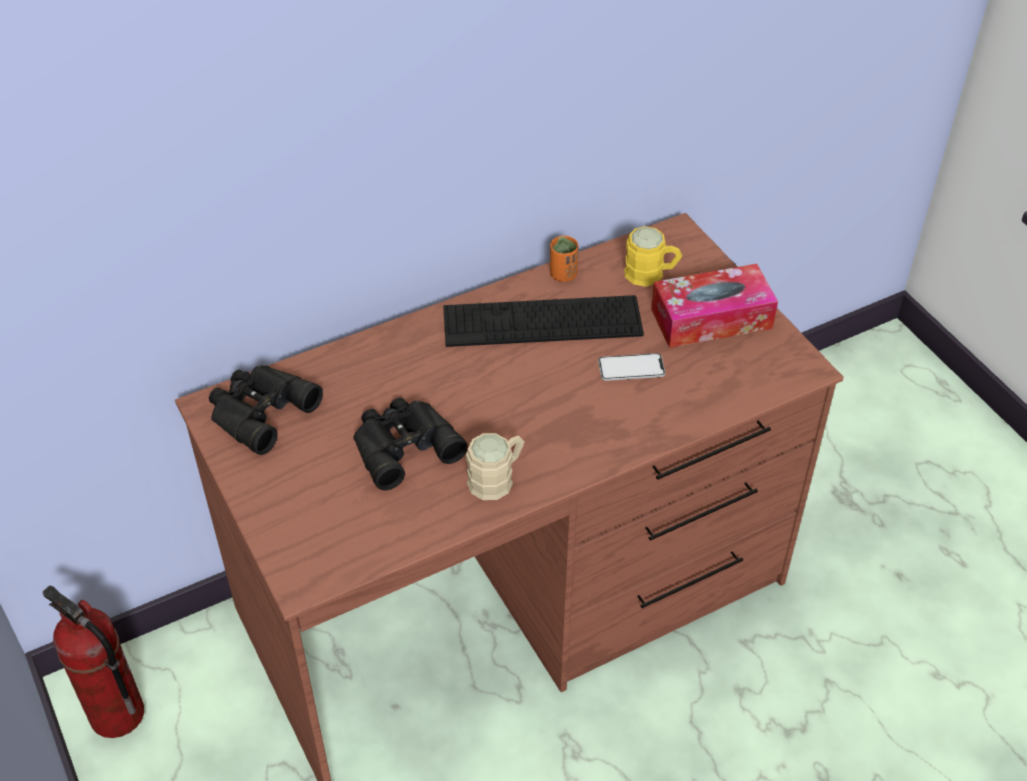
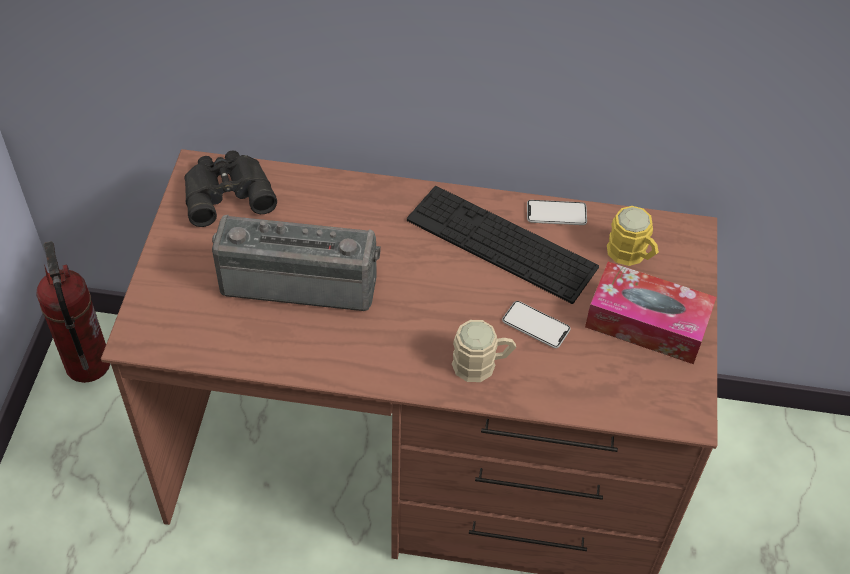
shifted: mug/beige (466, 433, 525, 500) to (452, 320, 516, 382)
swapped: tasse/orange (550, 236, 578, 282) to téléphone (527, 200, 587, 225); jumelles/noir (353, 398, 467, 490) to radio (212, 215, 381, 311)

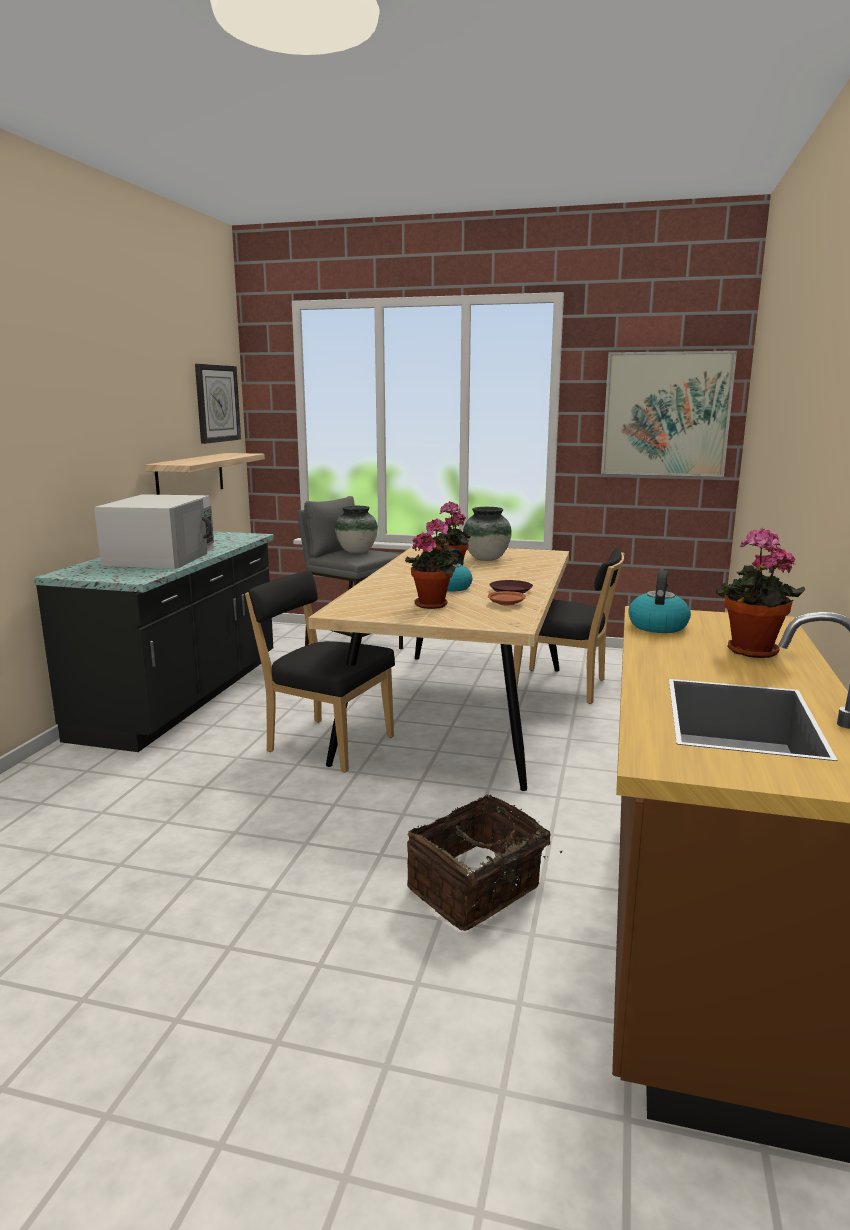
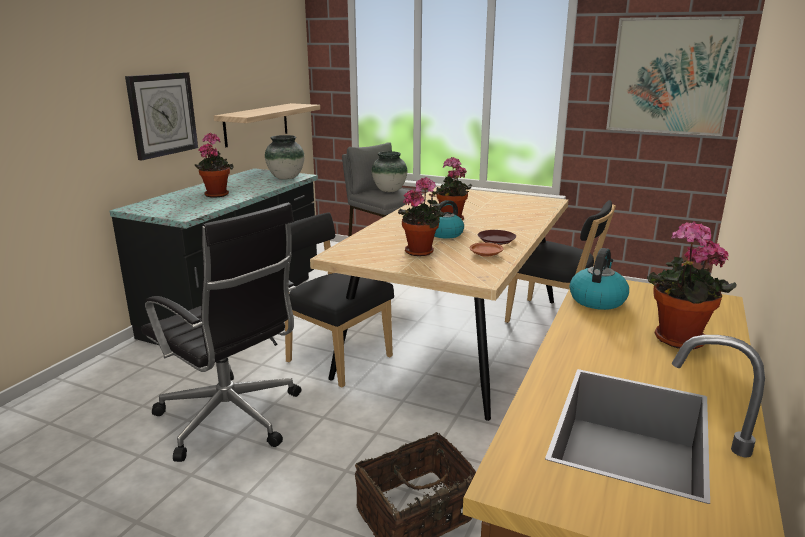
new: chaise de bureau/noir (141, 202, 301, 462)
shifted: horloge murale (195, 364, 241, 444) to (125, 72, 198, 160); vase (463, 507, 512, 561) to (265, 135, 305, 180)
swapped: micro-ondes/blanc (94, 494, 214, 568) to plante en pot (195, 133, 234, 198)

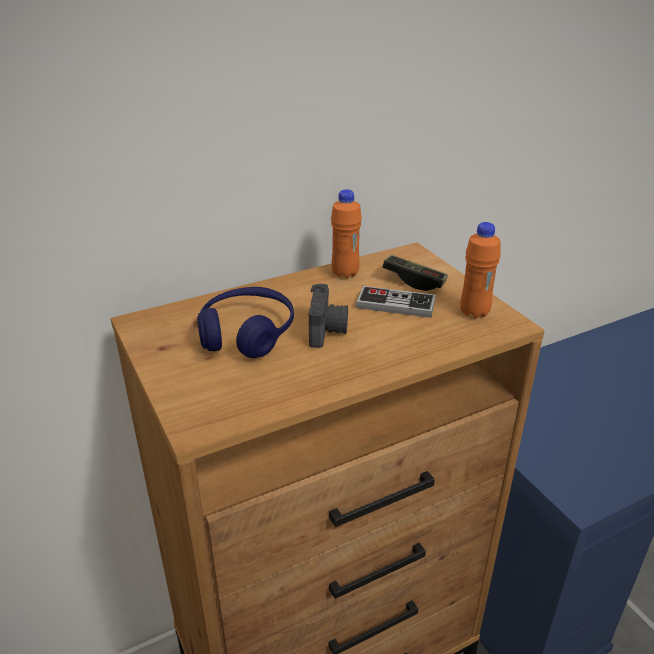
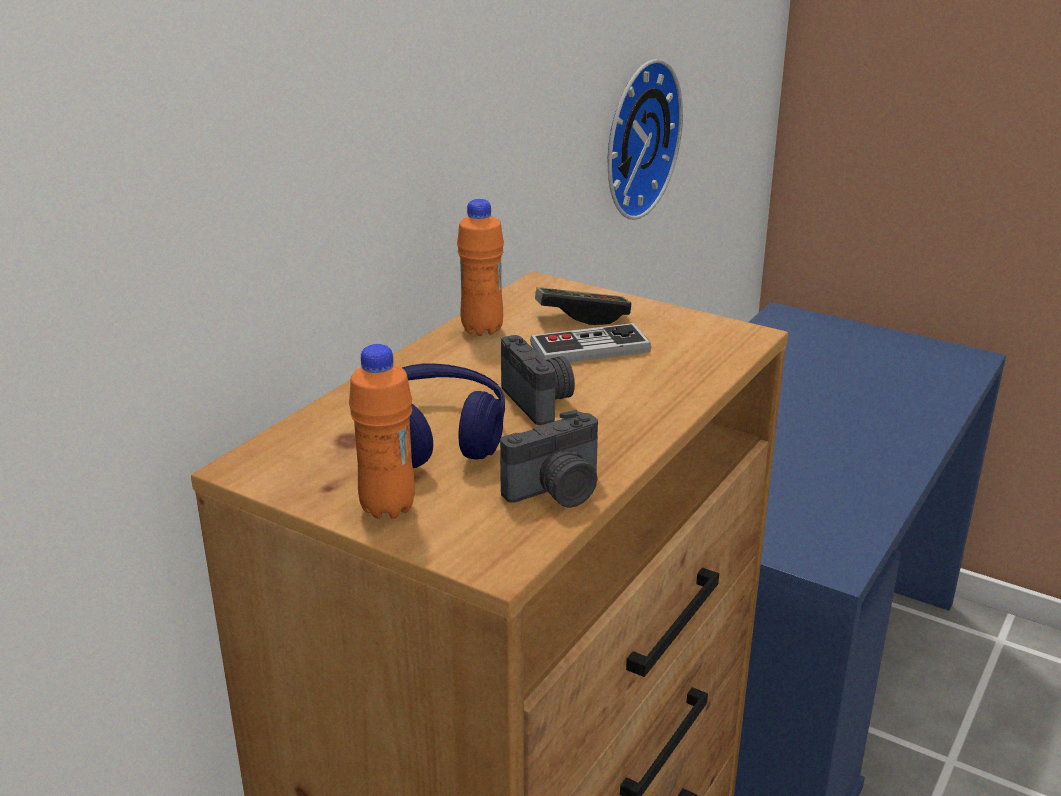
new: horloge murale (607, 59, 683, 220); appareil photo (500, 410, 598, 508)
shifted: bouteille/orange (460, 222, 501, 319) to (349, 344, 415, 519)

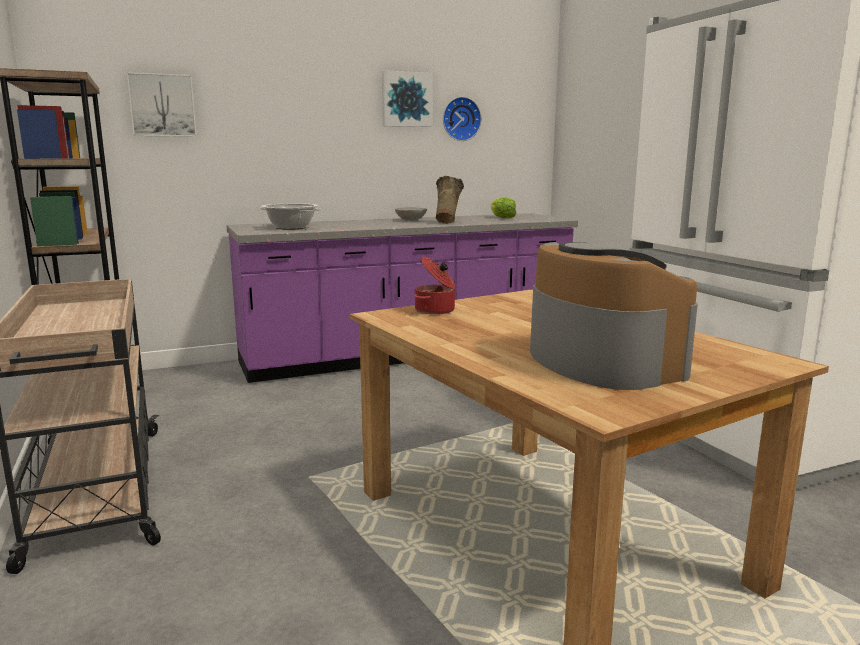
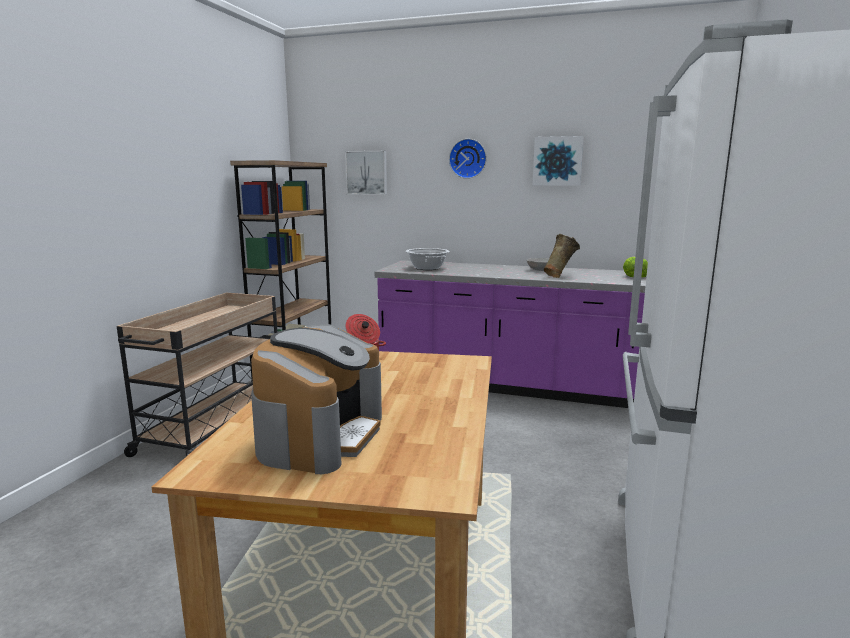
shifted: horloge murale (443, 97, 482, 141) to (449, 139, 487, 179)

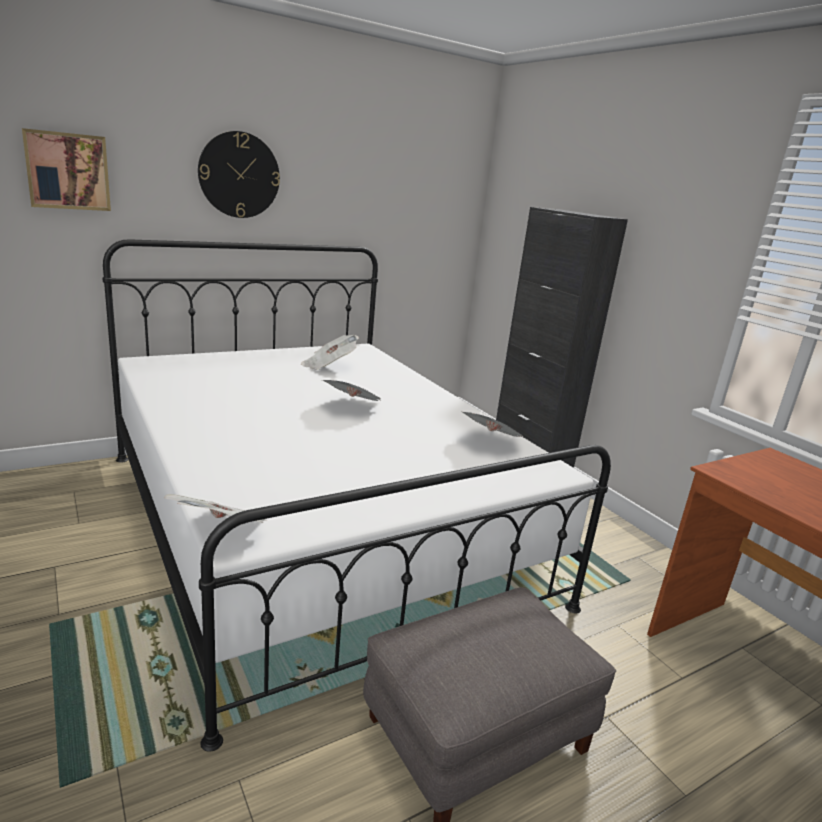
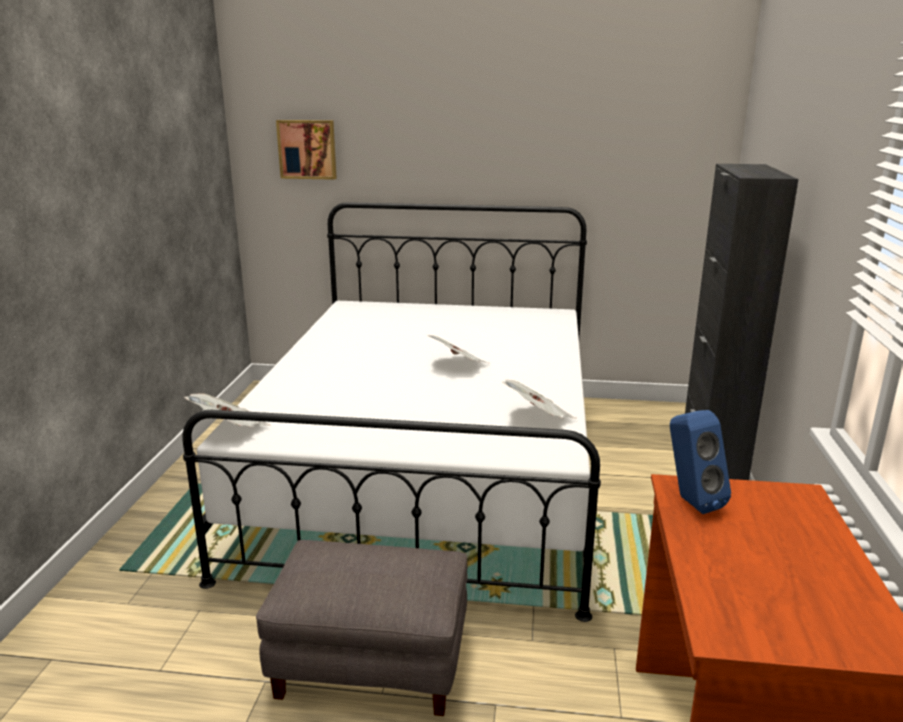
gone: horloge murale (198, 131, 280, 218); journal (301, 335, 359, 370)
new: enceinte/bleu (670, 410, 731, 514)

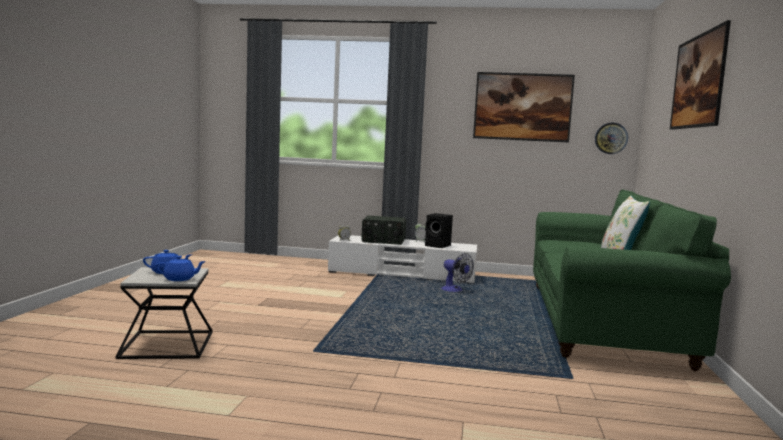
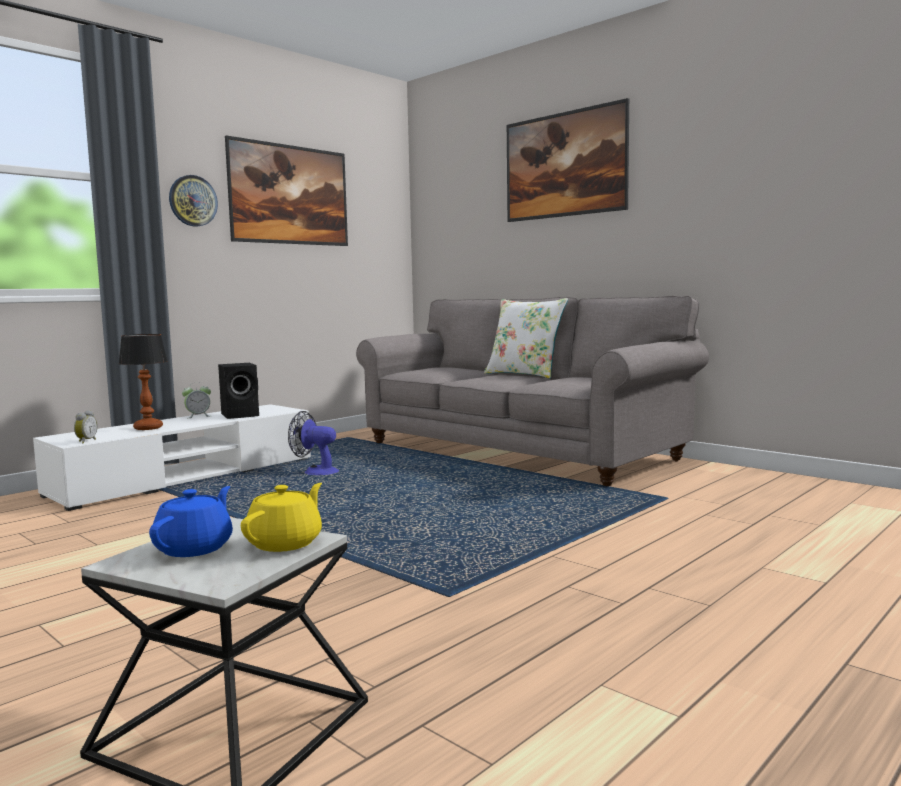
shifted: horloge murale (595, 123, 628, 154) to (169, 175, 218, 227)
swapped: radio (361, 216, 406, 245) to lampe de table (119, 334, 168, 430)
repainted: canapé/vert (533, 189, 731, 371) to canapé/gris (356, 296, 709, 486); théière/bleu (156, 256, 206, 281) to théière/jaune (241, 483, 322, 552)
rotated: ventilateur (441, 253, 474, 292) = (288, 411, 339, 475) 150 degrees counterclockwise

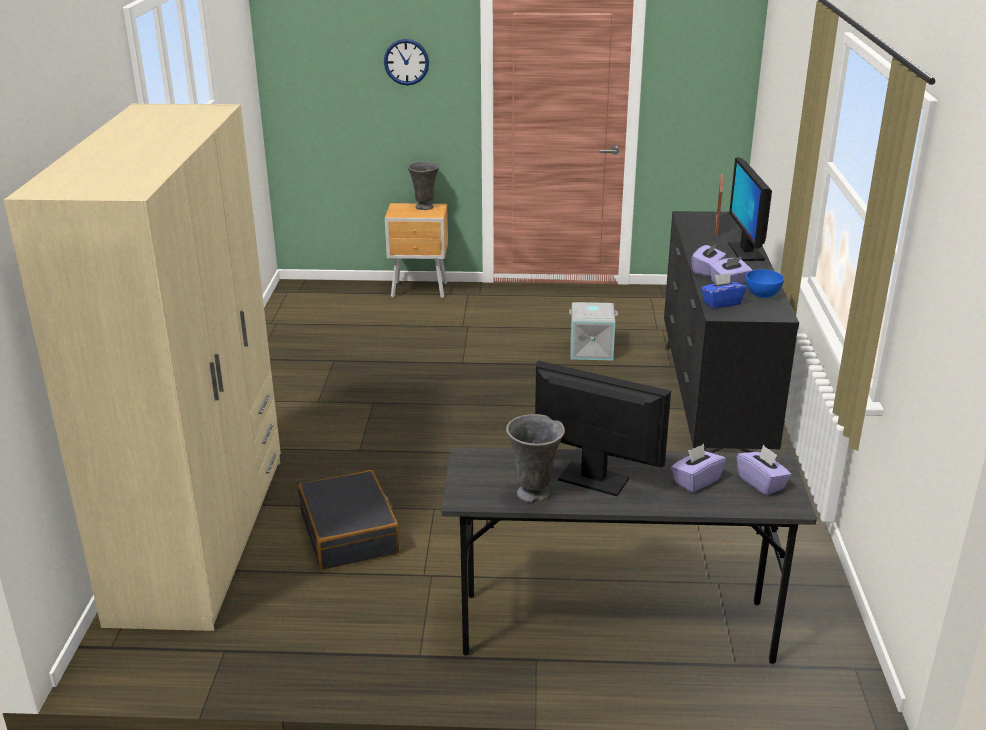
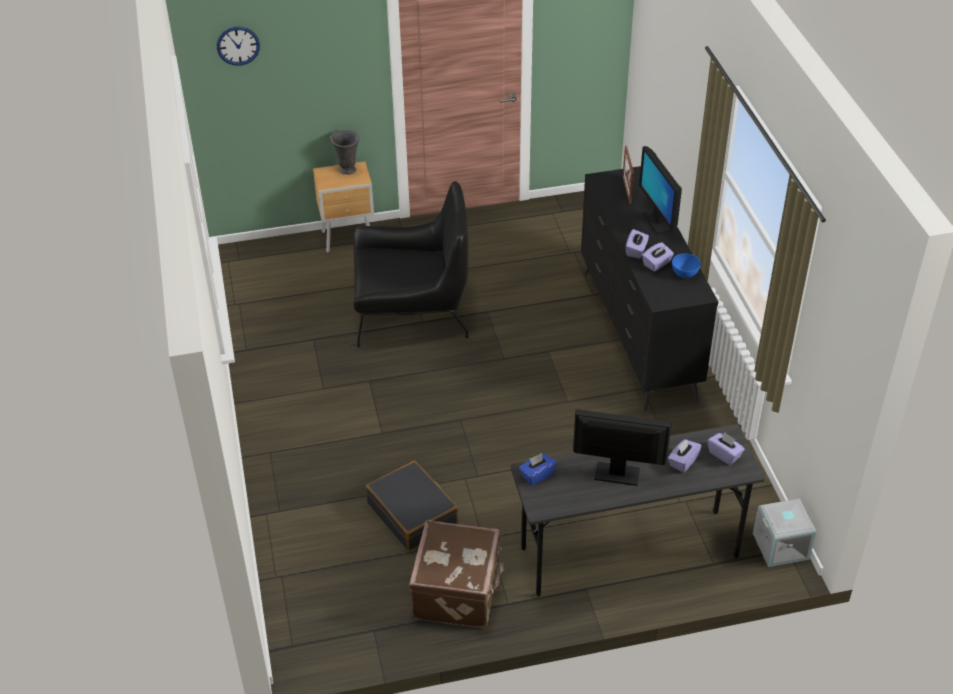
gone: armoire/beige (3, 104, 281, 631); vase/gris (506, 414, 565, 503)
new: fauteuil/noir (353, 181, 469, 347); valise/marron (409, 520, 504, 628)
shifted: horloge murale (384, 39, 429, 85) to (217, 27, 260, 66); boîte à mouchoirs/bleu (701, 273, 746, 309) to (519, 453, 557, 485); boîte de rangement/gris (569, 302, 618, 360) to (753, 498, 816, 567)

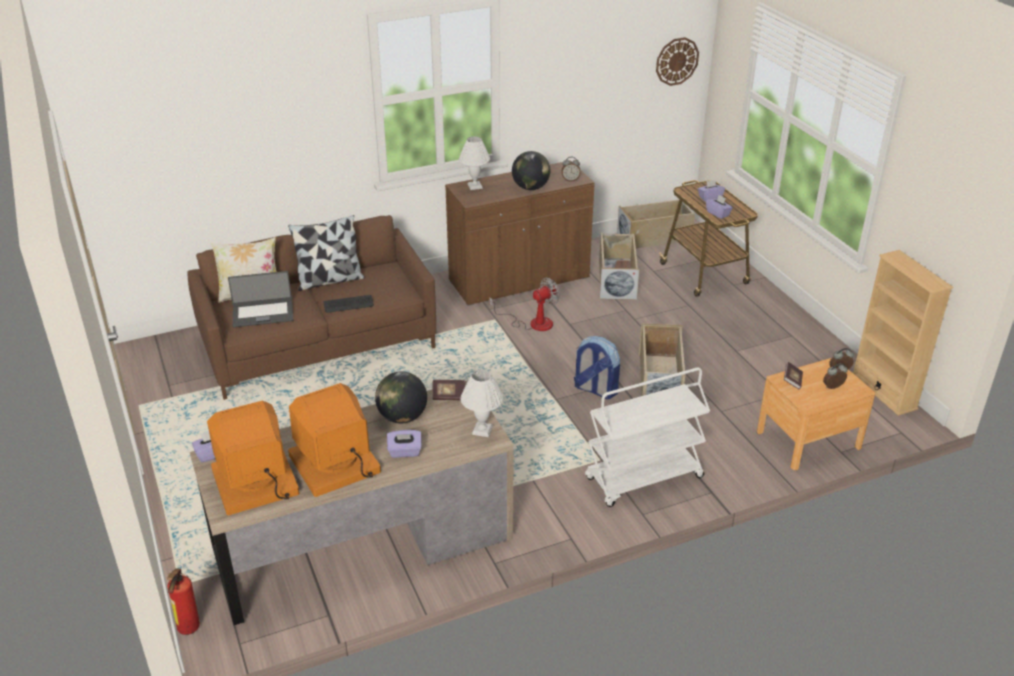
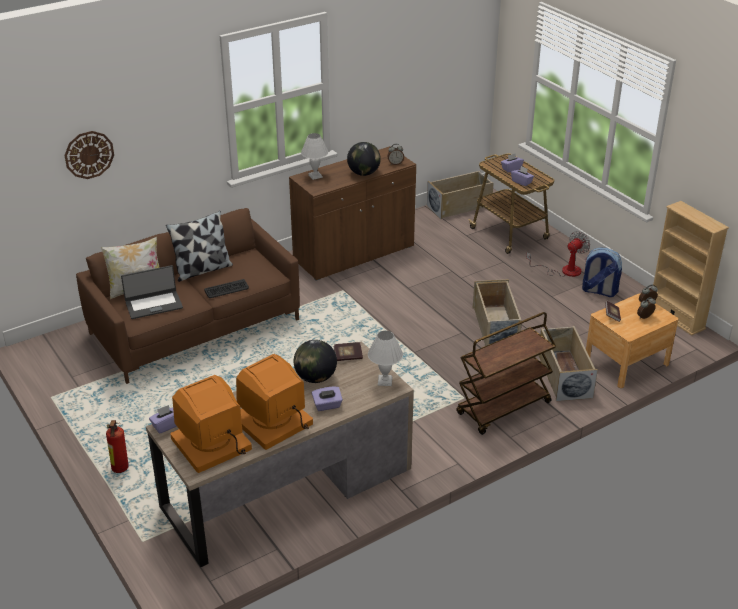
shifted: horloge murale (656, 37, 699, 86) to (64, 131, 114, 179); boîte de rangement/beige (599, 233, 640, 300) to (538, 326, 598, 401); ventilateur (489, 278, 560, 331) to (526, 231, 590, 277); sac à dos (574, 336, 620, 399) to (582, 248, 622, 297); extincteur (167, 568, 200, 635) to (106, 420, 129, 473)
repainted: chariot/blanc (585, 367, 710, 507) to chariot/marron (456, 312, 556, 435)

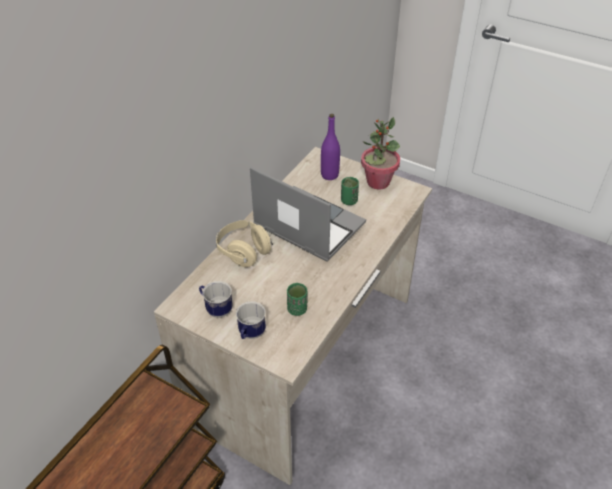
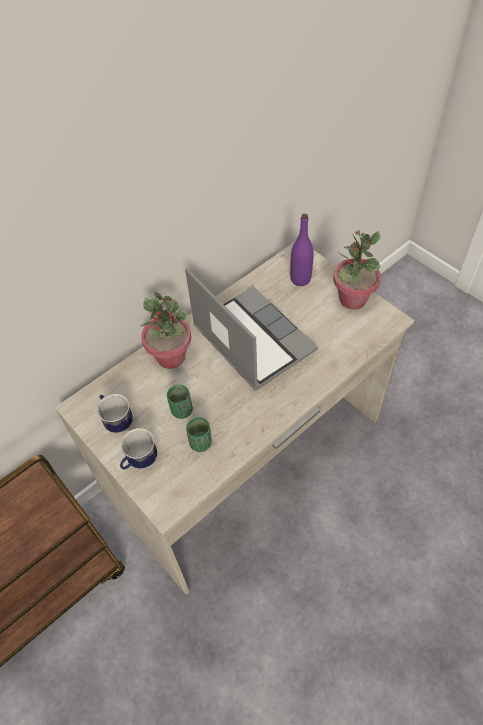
shifted: tasse/vert (341, 177, 359, 205) to (167, 385, 193, 419)
swapped: casque audio/beige (216, 220, 273, 267) to plante en pot (140, 292, 191, 369)

